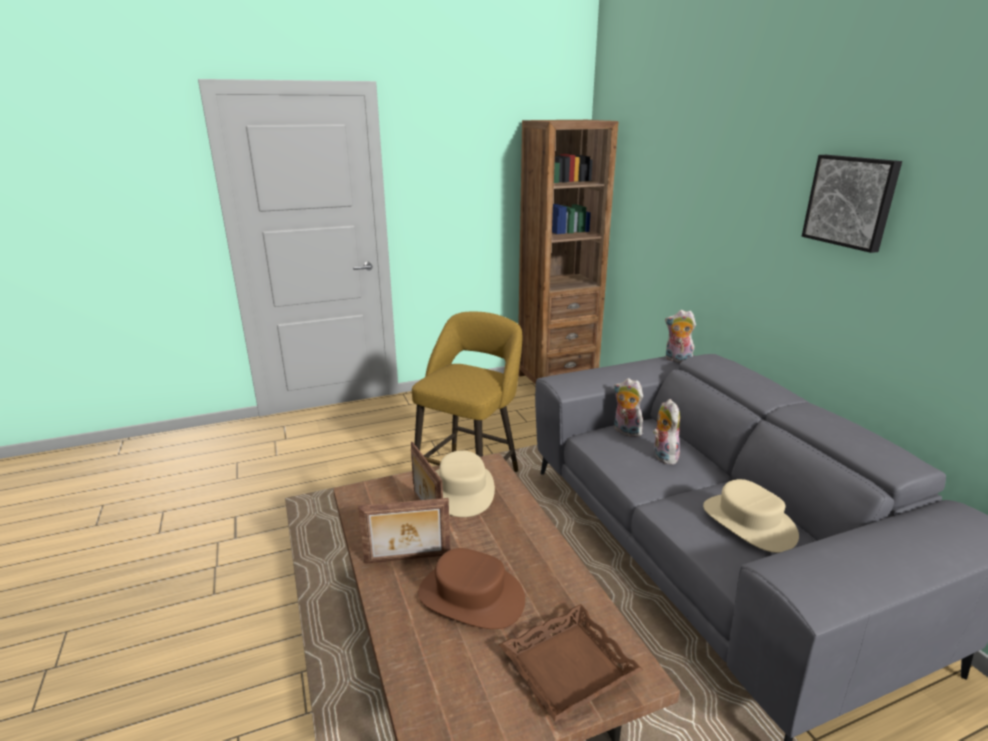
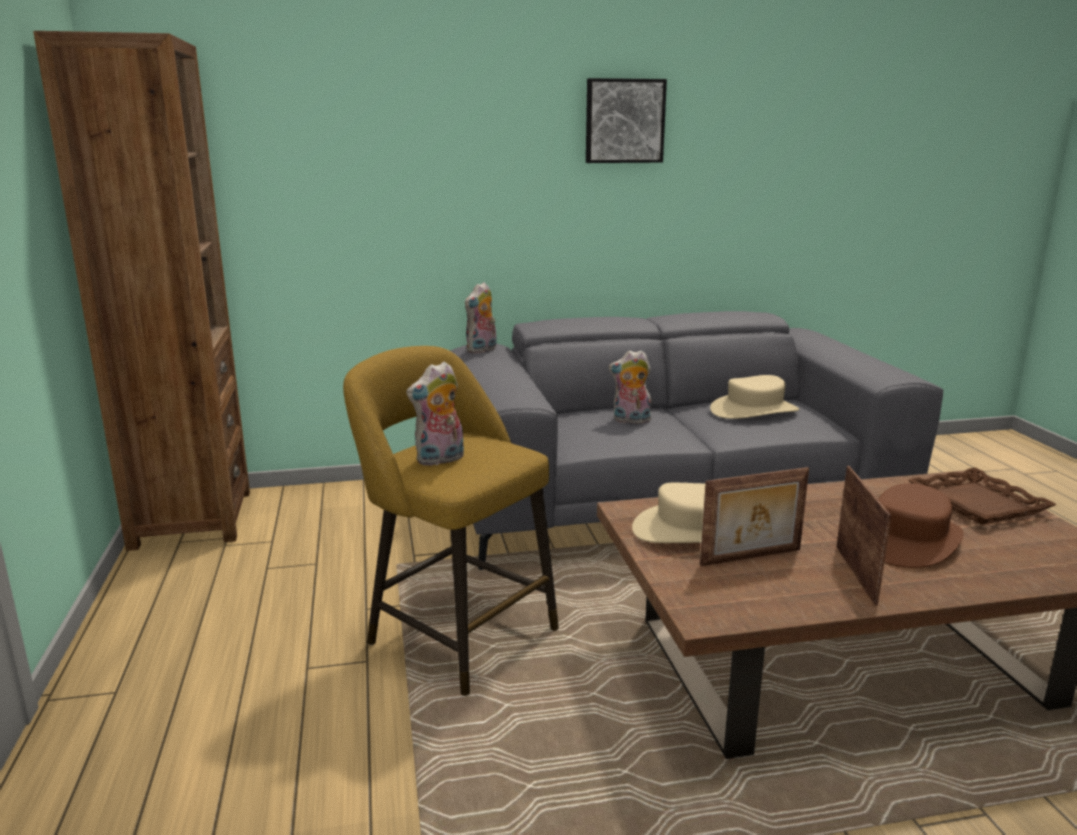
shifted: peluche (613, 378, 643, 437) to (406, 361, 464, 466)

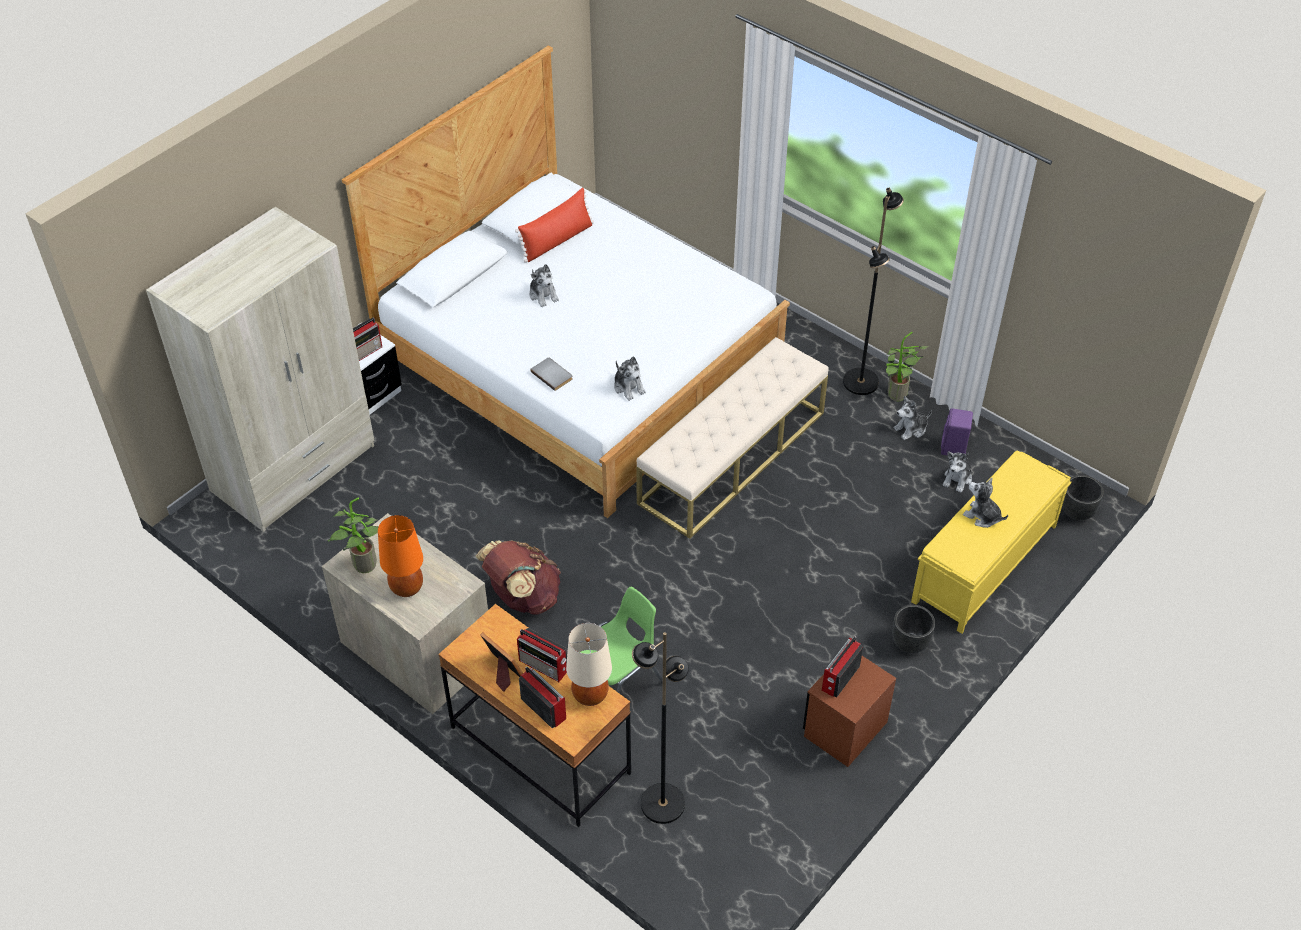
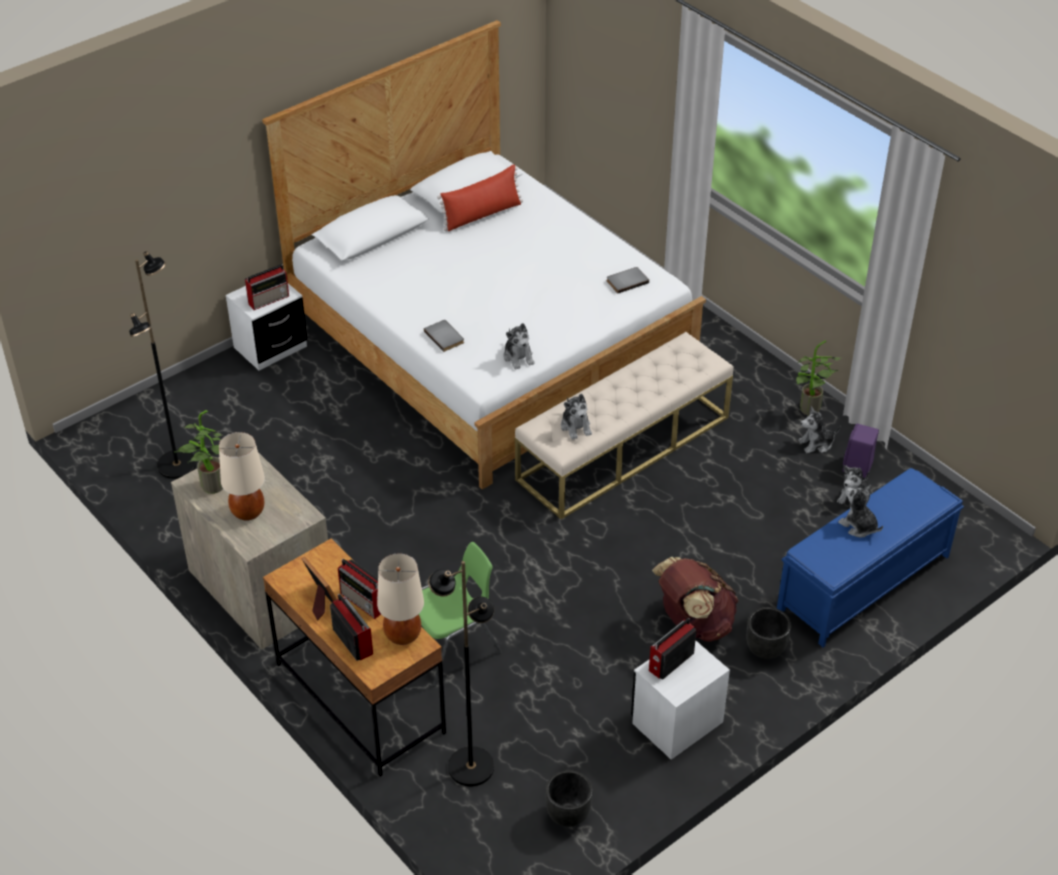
gone: armoire/beige (146, 207, 374, 532)
new: livre/gris (607, 267, 649, 294)
shifted: lampadaire/noir (843, 188, 904, 395) to (129, 251, 197, 479); peluche (529, 264, 559, 307) to (561, 394, 592, 440); cache-pot/noir (1062, 475, 1104, 520) to (545, 770, 593, 827); sac à dos/marron (475, 540, 561, 615) to (652, 557, 739, 642)
repainted: banc/jaune (911, 451, 1071, 634) to banc/bleu (777, 468, 964, 647); lampe de table/orange (378, 515, 423, 597) to lampe de table/beige (219, 432, 265, 521); table de chevet/marron (803, 656, 896, 767) to table de chevet/blanc (631, 640, 730, 760)

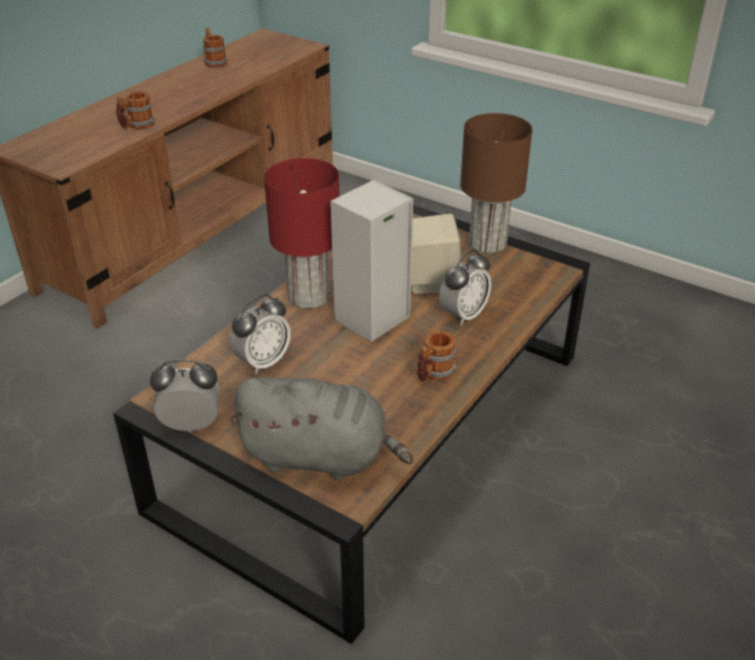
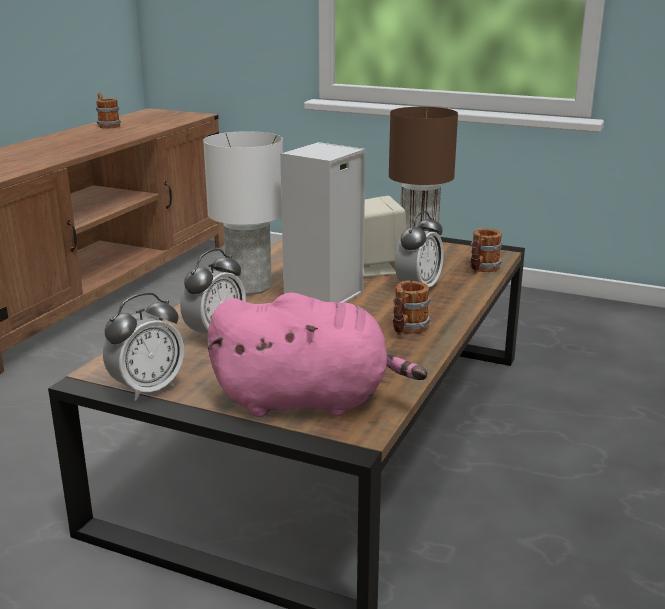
shifted: mug (116, 91, 154, 129) to (469, 228, 503, 273)
repainted: lampe de table/rouge (264, 158, 340, 309) to lampe de table/blanc (203, 131, 283, 295); peluche/gris (229, 377, 413, 480) to peluche/rose (207, 292, 427, 417)
rotated: réveil (150, 359, 219, 432) = (103, 293, 184, 401) 150 degrees clockwise

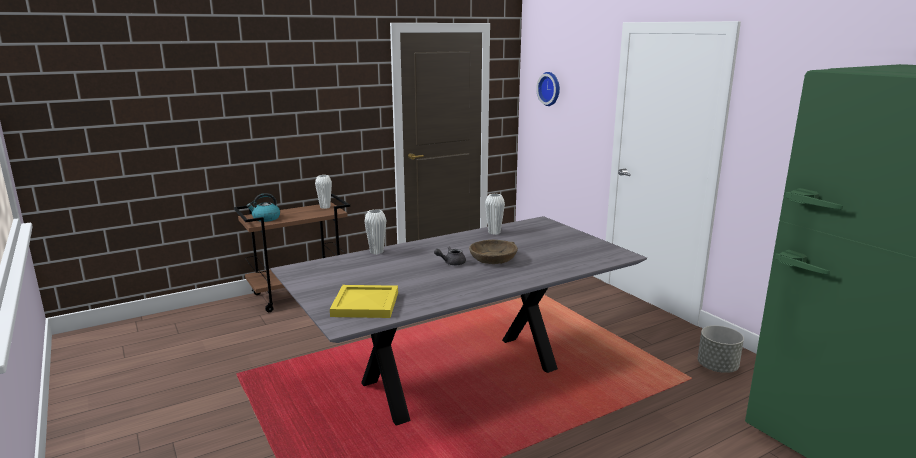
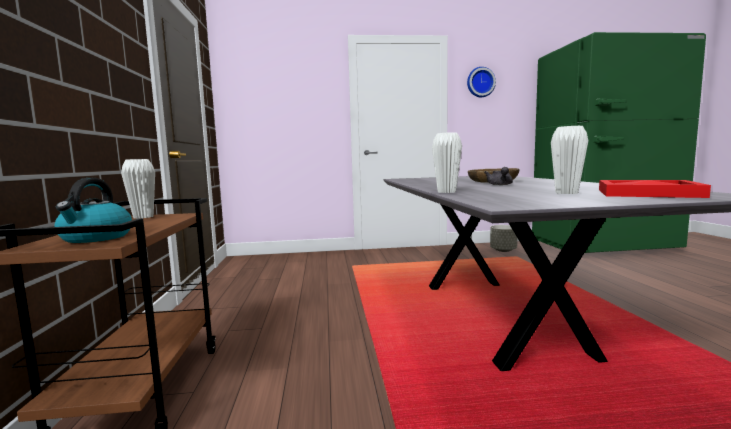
shifted: horloge murale (536, 72, 560, 106) to (467, 67, 496, 97); vase/blanc (485, 194, 505, 235) to (551, 126, 588, 194)
repainted: plateau/jaune (330, 285, 398, 318) to plateau/rouge (599, 180, 711, 198)

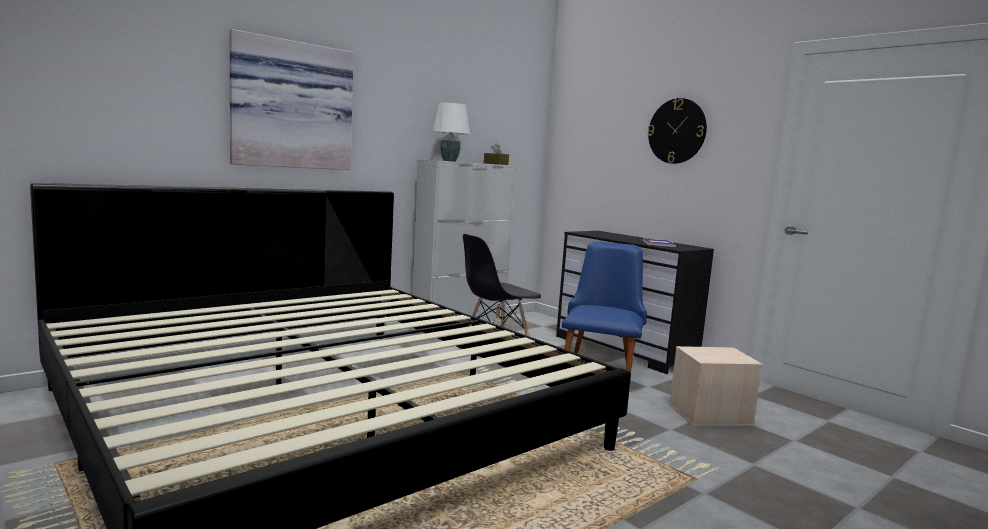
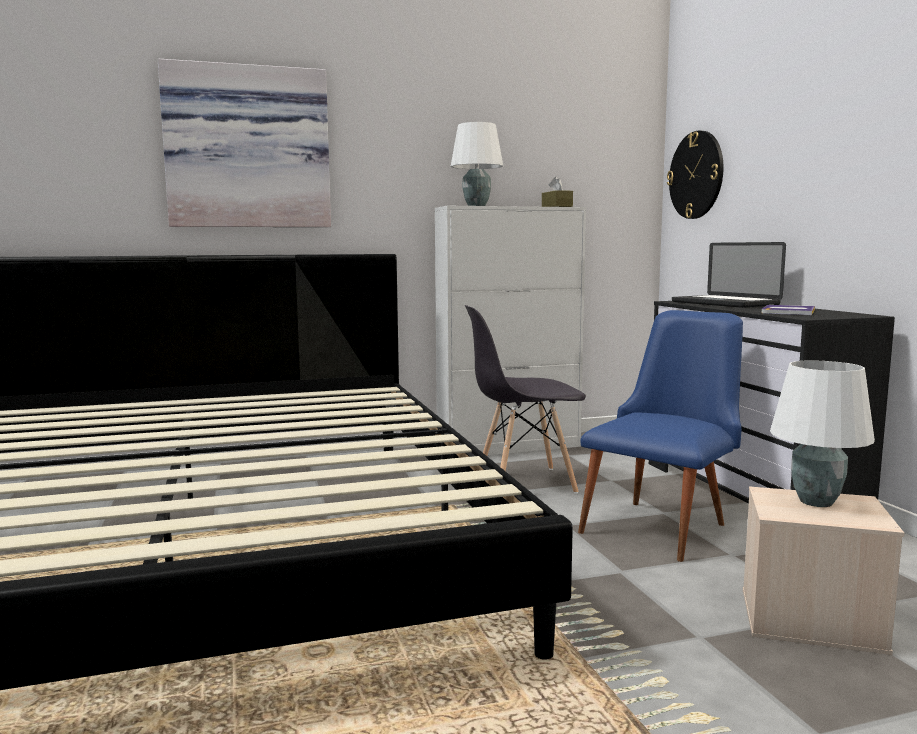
new: ordinateur portable (672, 242, 786, 308); lampe de table/blanc (770, 360, 875, 507)
shifted: horloge murale (648, 98, 707, 164) to (667, 131, 724, 219)

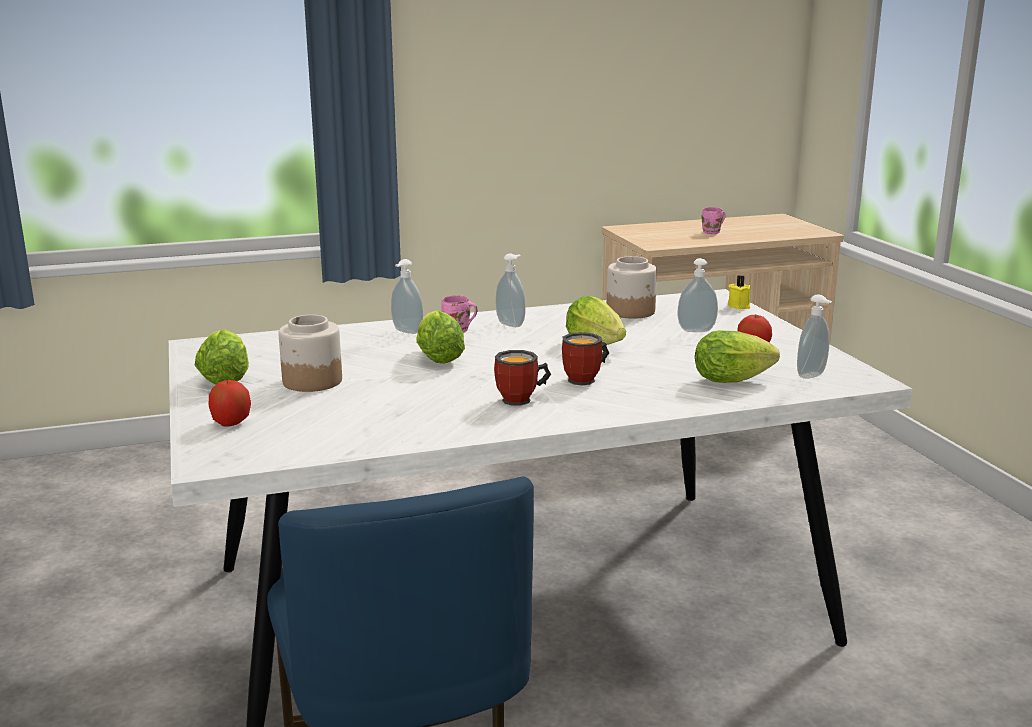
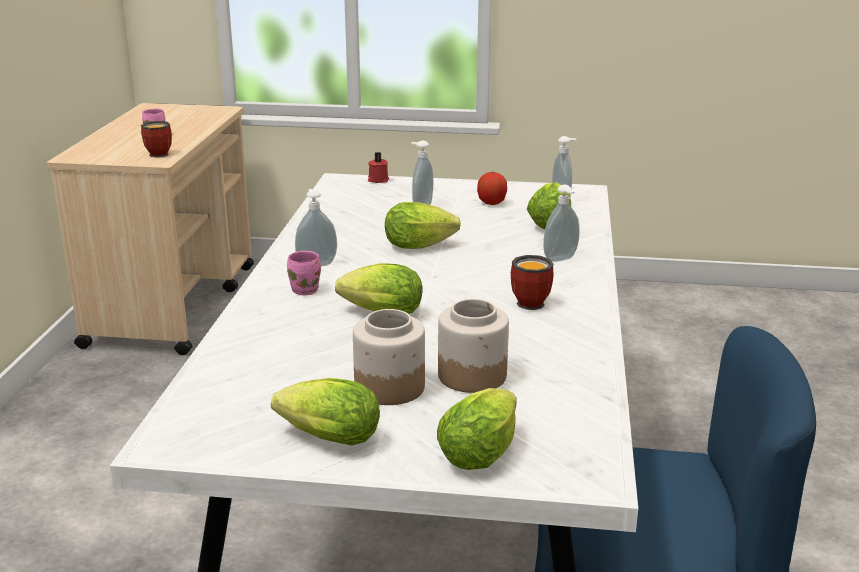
shifted: bocal (607, 256, 657, 319) to (438, 299, 509, 393); distributeur de savon (391, 259, 423, 334) to (543, 184, 580, 262); mug (562, 332, 609, 385) to (141, 121, 172, 158)
swapped: pomme (209, 380, 251, 427) to laitue (437, 388, 517, 470)
repainted: bougie/jaune (728, 275, 750, 309) to bougie/rouge (368, 152, 389, 183)

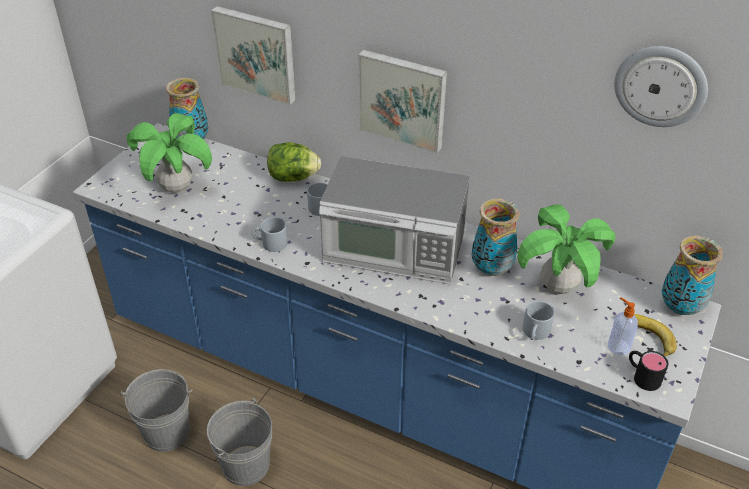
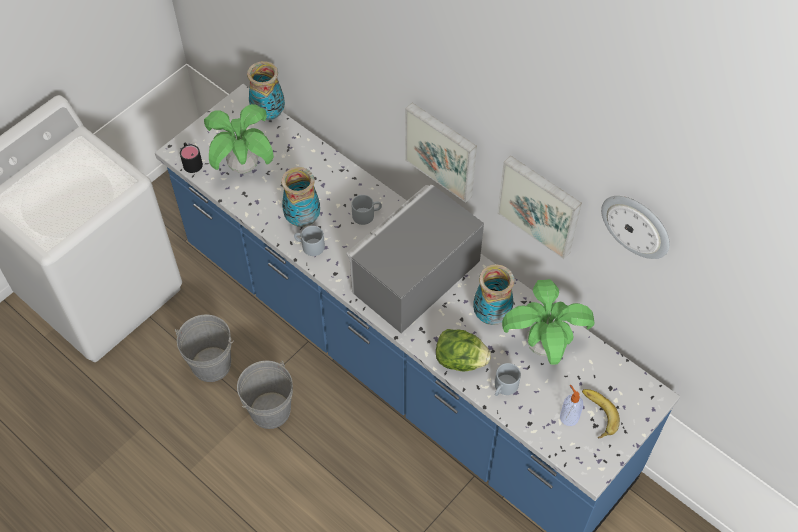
shifted: tableau (211, 6, 295, 105) to (497, 155, 582, 259); laitue (267, 142, 321, 182) to (436, 329, 491, 371); vase (662, 236, 723, 315) to (281, 167, 320, 227); mug/noir (629, 351, 668, 391) to (180, 143, 203, 173)
rotated: micro-ondes (319, 156, 470, 284) = (346, 185, 484, 333) 105 degrees clockwise

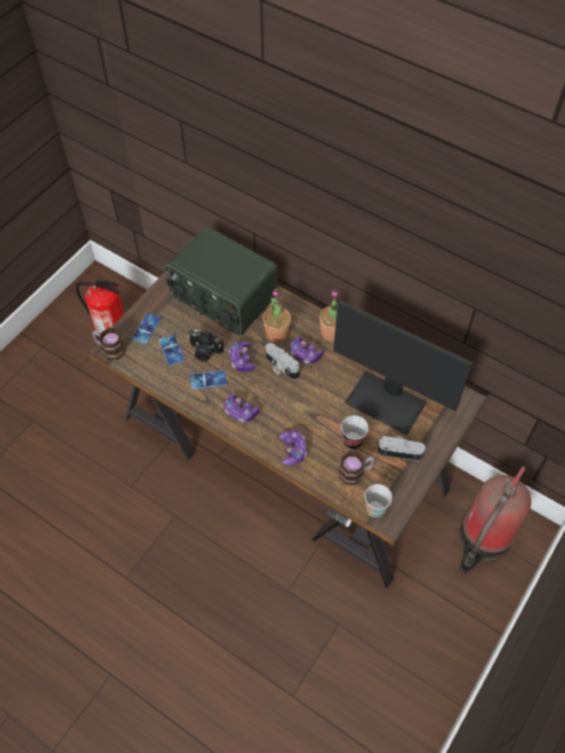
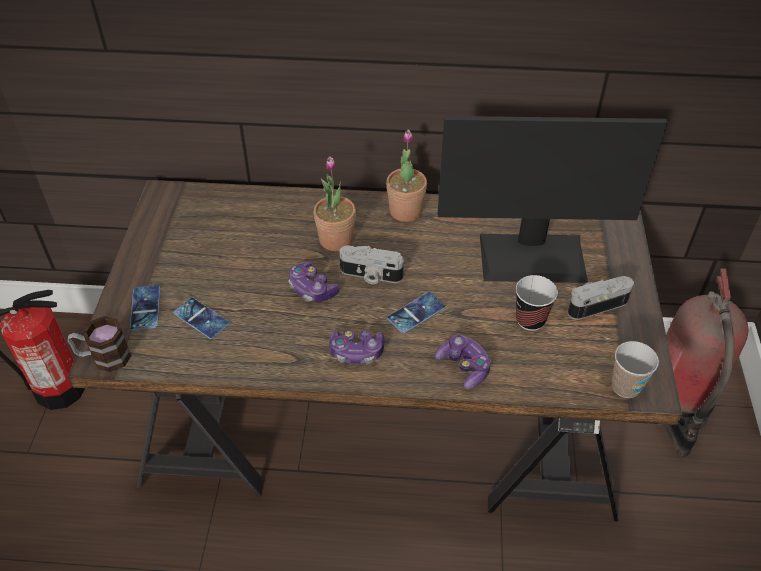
gone: radio (165, 226, 278, 336); appareil photo (188, 330, 224, 362); manette (290, 337, 323, 364); mug (339, 452, 375, 485)
shifted: téléphone (190, 371, 227, 389) to (387, 292, 445, 334)

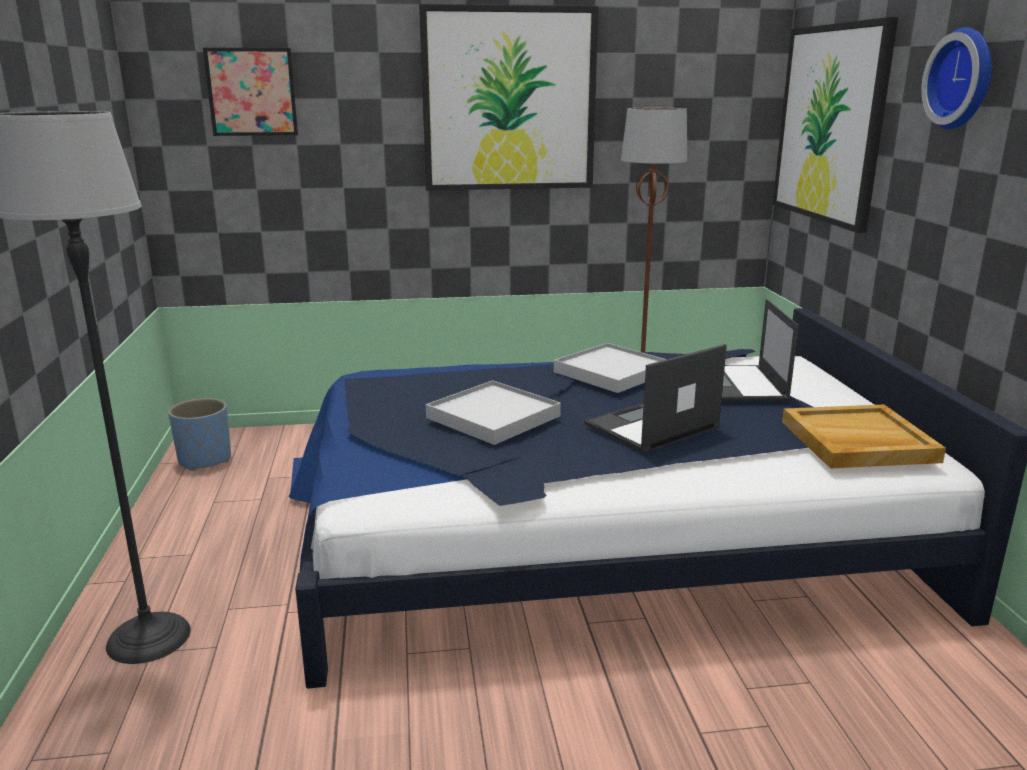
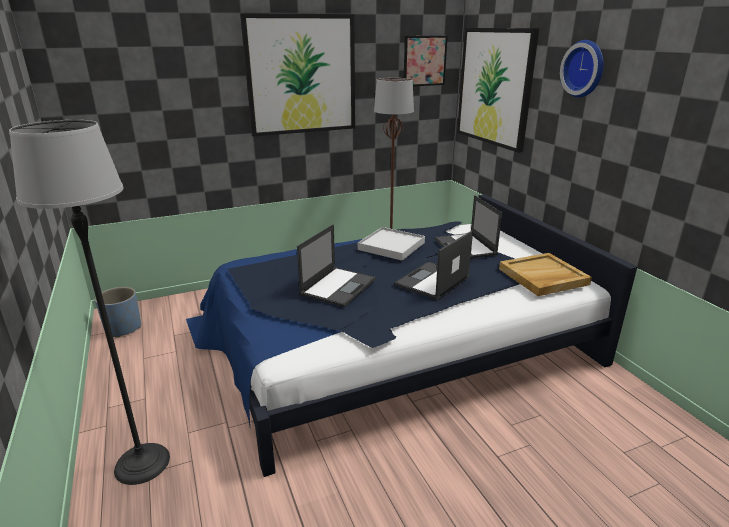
shifted: tableau (203, 48, 298, 136) to (404, 36, 448, 86)
swapped: plateau/blanc (426, 380, 561, 445) to ordinateur portable (297, 224, 376, 307)

